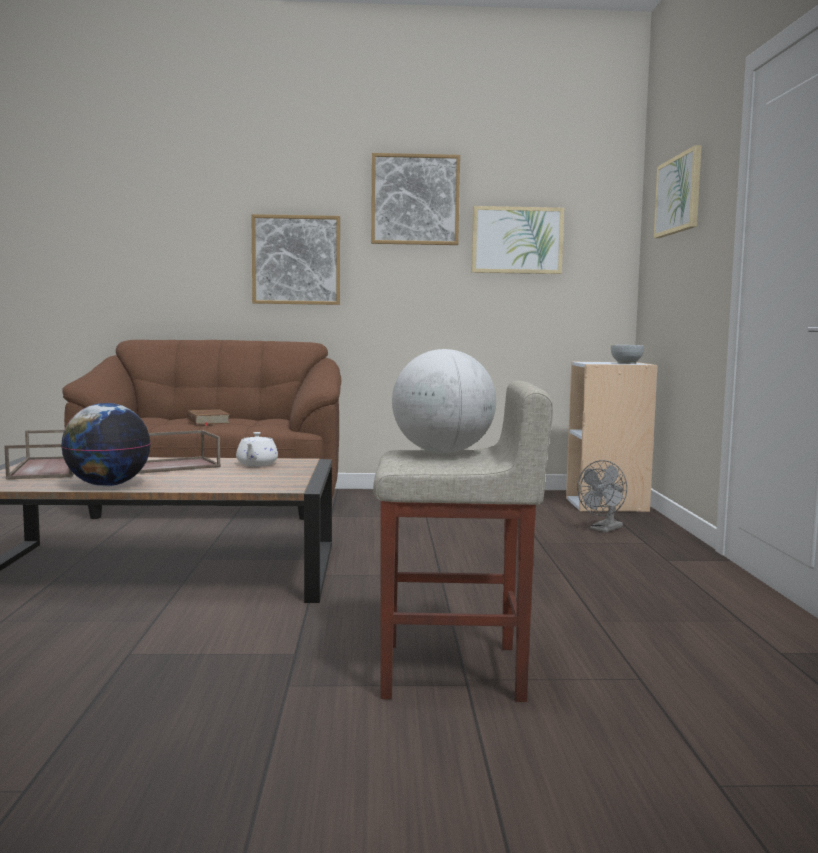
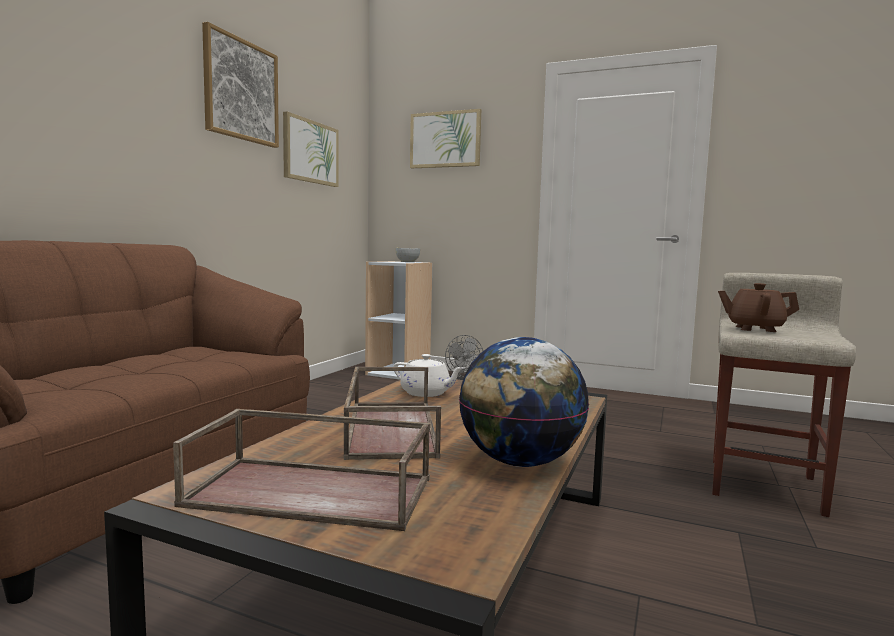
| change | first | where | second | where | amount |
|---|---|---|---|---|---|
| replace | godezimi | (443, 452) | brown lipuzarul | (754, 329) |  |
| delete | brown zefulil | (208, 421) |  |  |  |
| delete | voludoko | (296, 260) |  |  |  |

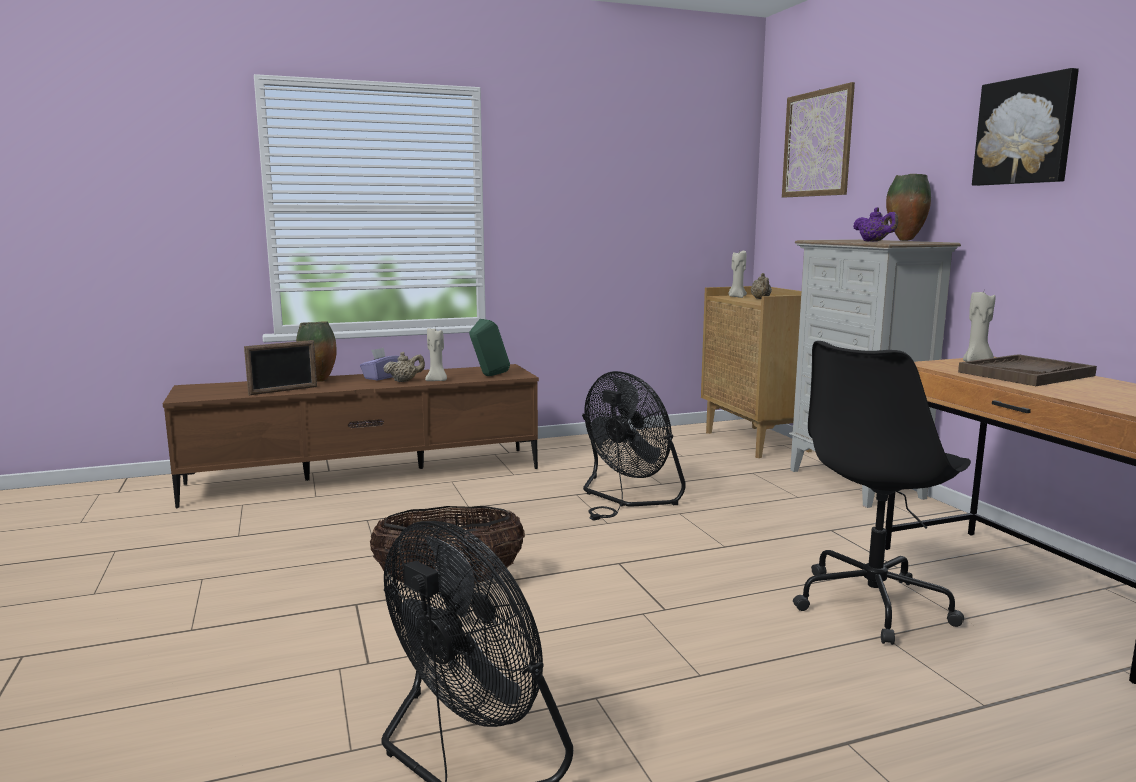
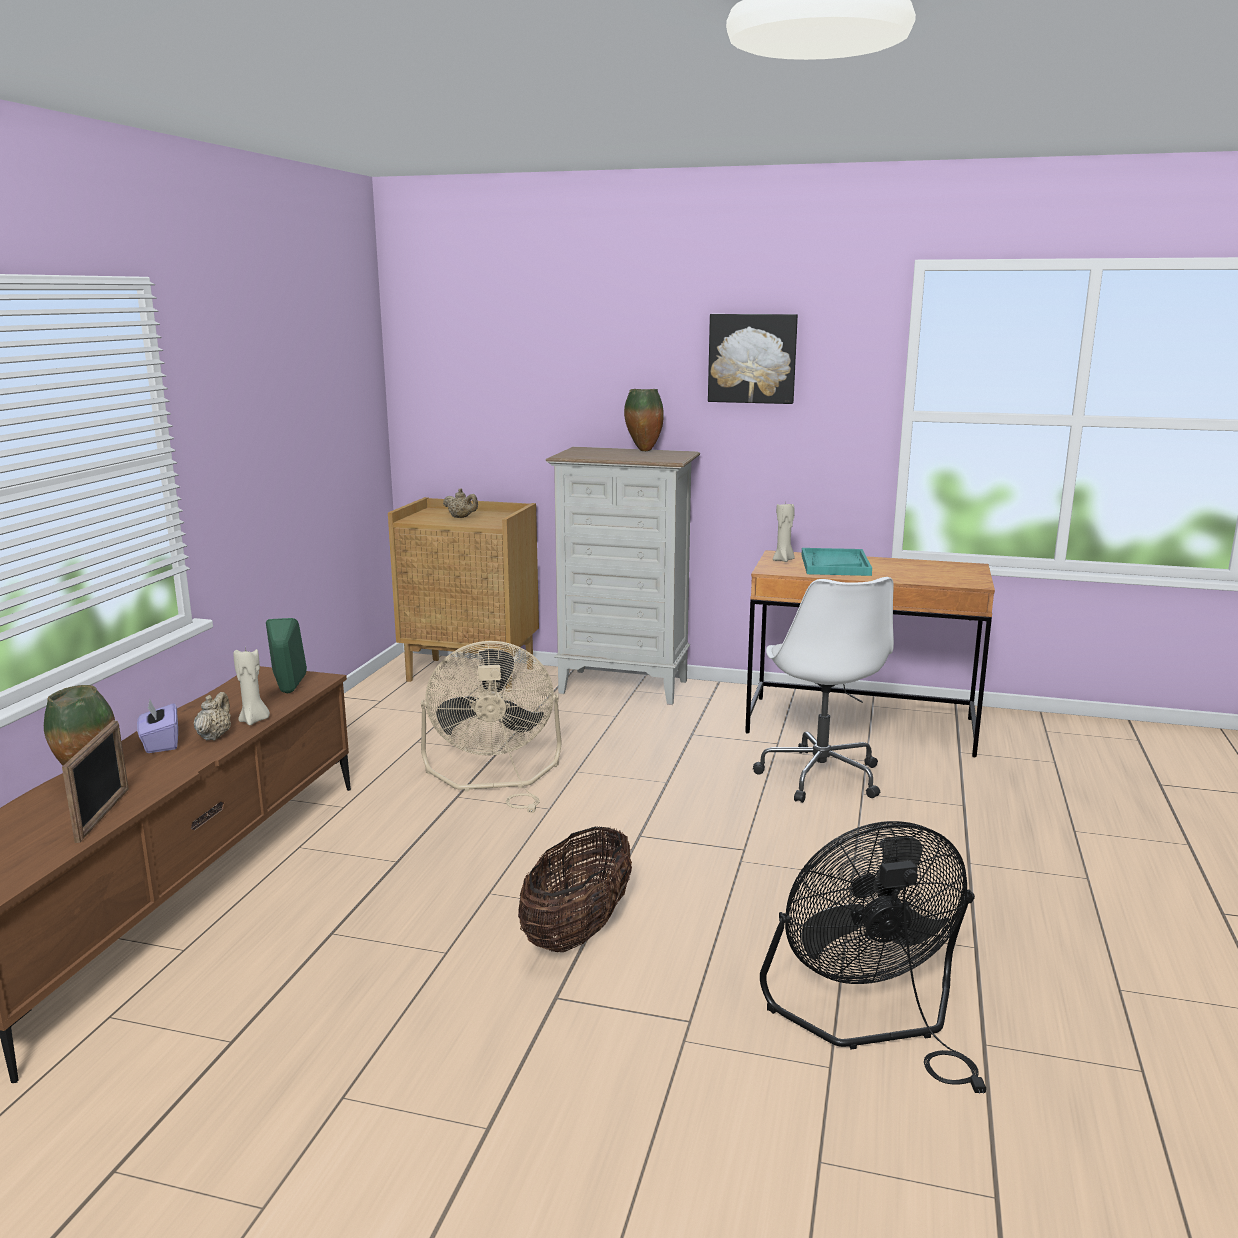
| change | first | where | second | where | amount |
|---|---|---|---|---|---|
| recolor | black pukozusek | (620, 497) | beige pukozusek | (498, 780) |  |
| recolor | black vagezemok | (869, 607) | white vagezemok | (821, 779) |  |
| recolor | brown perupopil | (1025, 374) | turquoise perupopil | (835, 565) |  |
| delete | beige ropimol | (736, 297) |  |  |  |
| delete | voludoko | (817, 142) |  |  |  |
| delete | purple lipuzarul | (874, 241) |  |  |  |

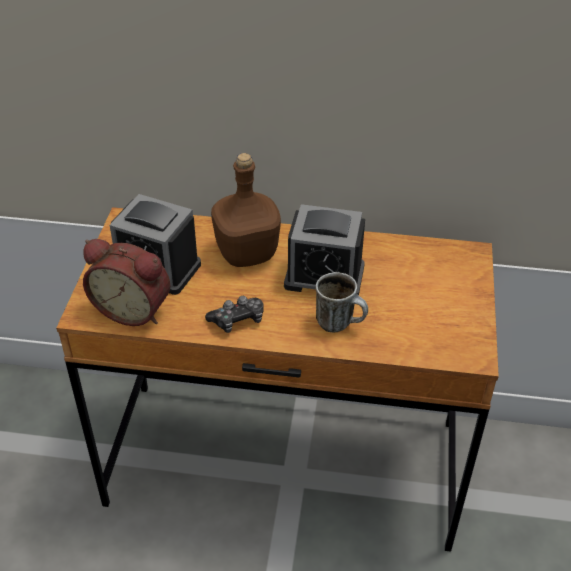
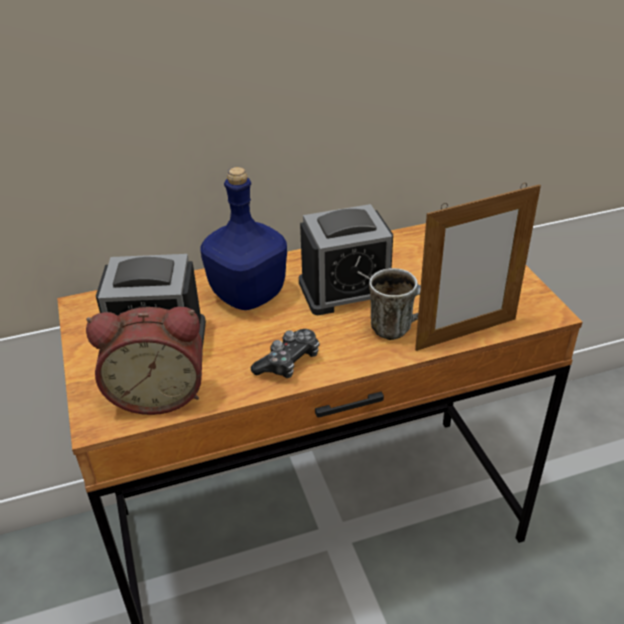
| change | first | where | second | where | amount |
|---|---|---|---|---|---|
| recolor | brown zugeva | (245, 254) | blue zugeva | (247, 296) |  |
| insert |  |  | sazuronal | (466, 334) |  |

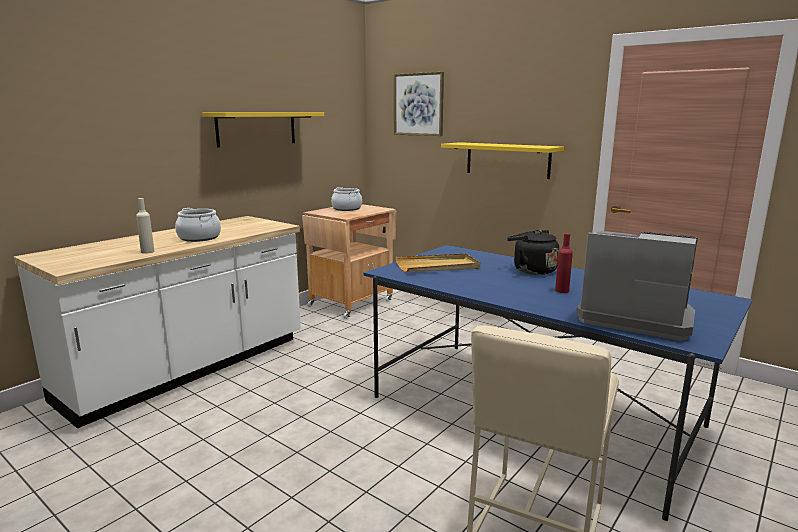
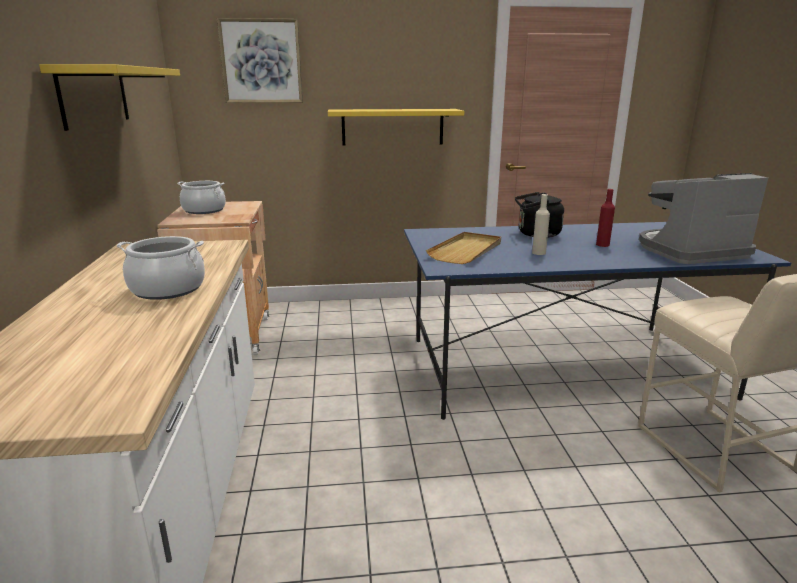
| change | first | where | second | where | amount |
|---|---|---|---|---|---|
| move | beige zugeva | (147, 251) |  | (539, 253) |  |

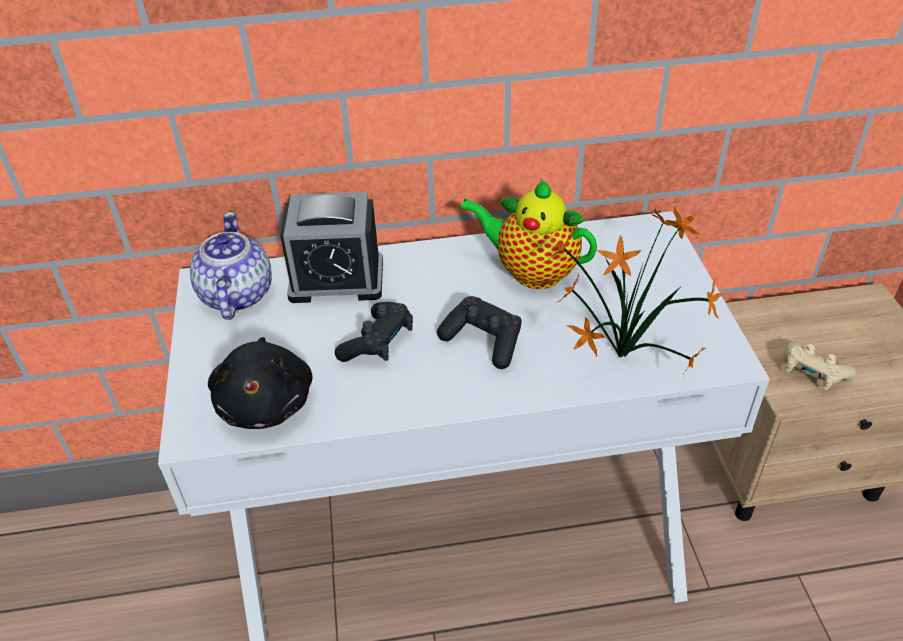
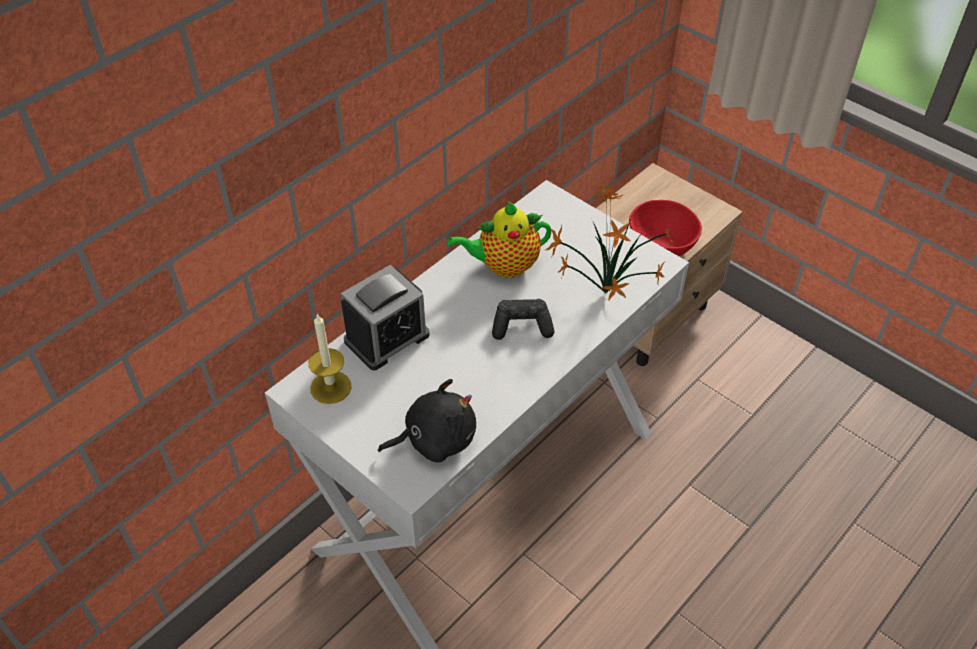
| change | first | where | second | where | amount |
|---|---|---|---|---|---|
| replace | lipuzarul | (235, 295) | ropimol | (331, 387) |  |
| rotate | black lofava | (267, 402) |  | (435, 439) | 60 degrees counterclockwise |
| replace | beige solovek | (812, 373) | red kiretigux | (661, 245) |  |
| delete | black solovek | (378, 343) |  |  |  |

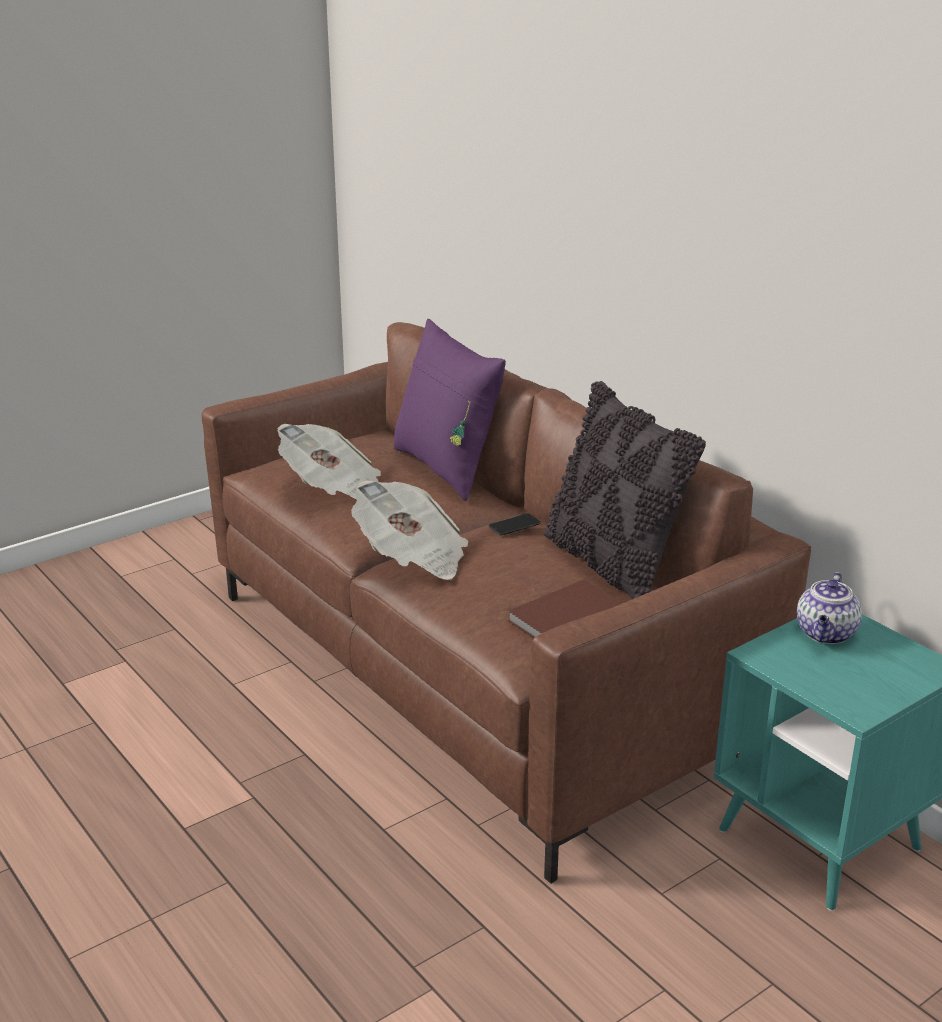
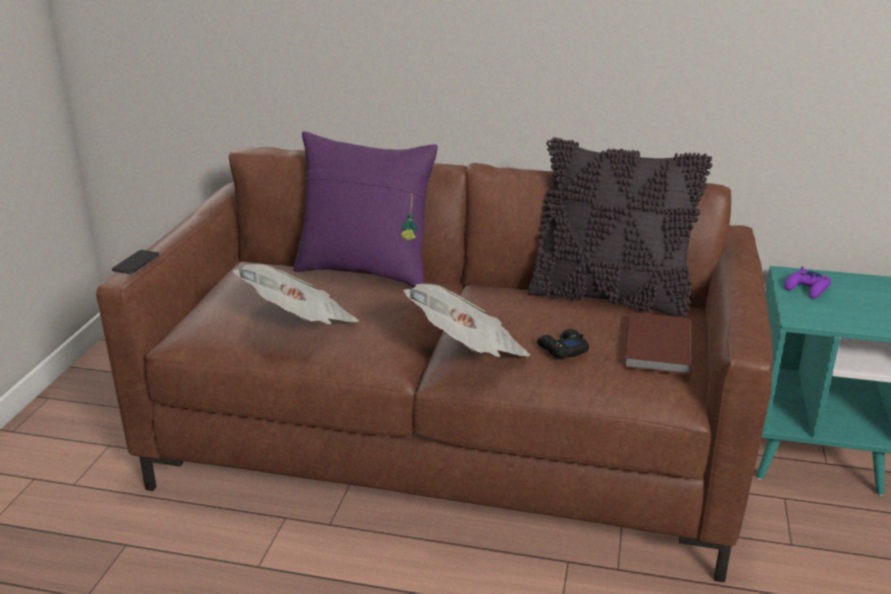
| change | first | where | second | where | amount |
|---|---|---|---|---|---|
| move | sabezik | (514, 525) |  | (136, 263) |  |
| insert |  |  | black solovek | (562, 349) |  |
| replace | lipuzarul | (826, 634) | purple solovek | (807, 289) |  |

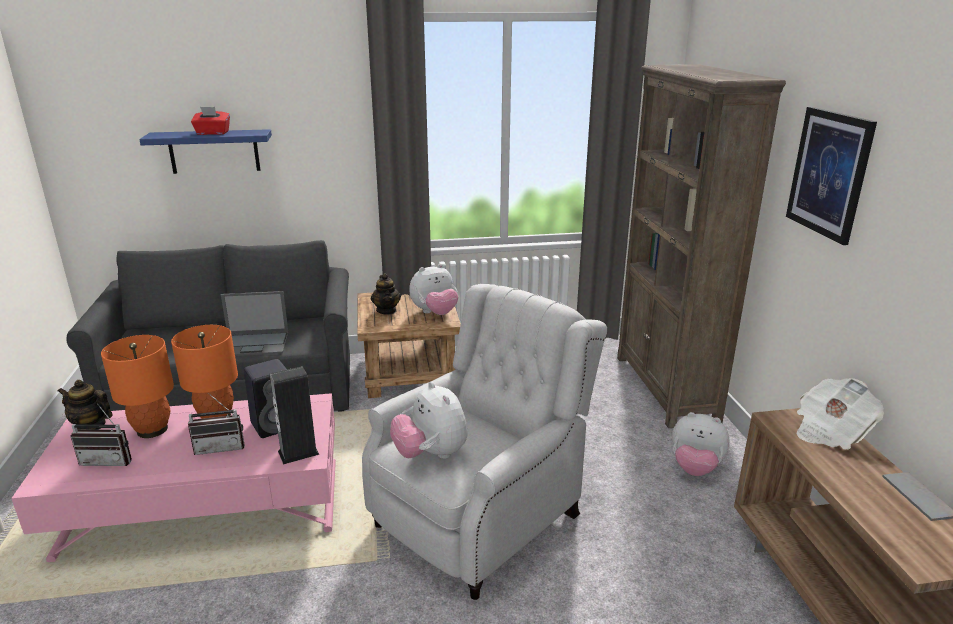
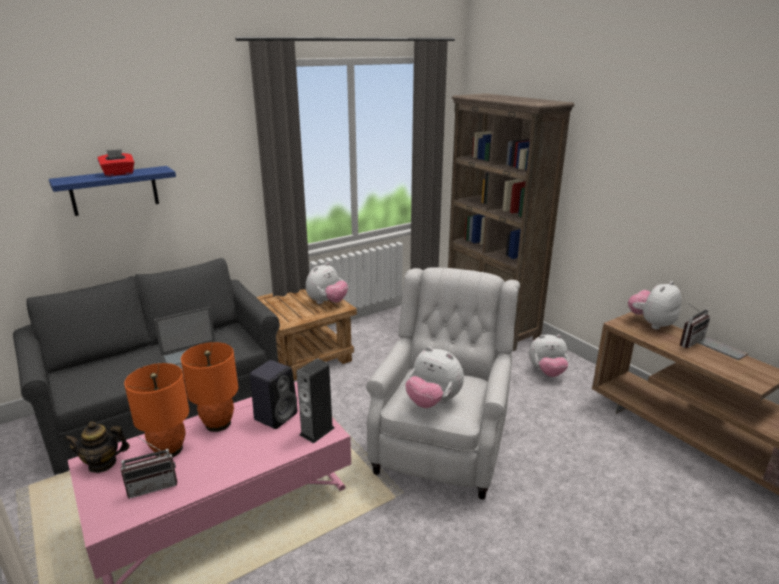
| change | first | where | second | where | amount |
|---|---|---|---|---|---|
| replace | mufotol | (830, 431) | lofava | (651, 323) |  |
| move | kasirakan | (221, 446) |  | (687, 340) |  |
| delete | lipuzarul | (387, 310) |  |  |  |
| delete | voludoko | (829, 173) |  |  |  |

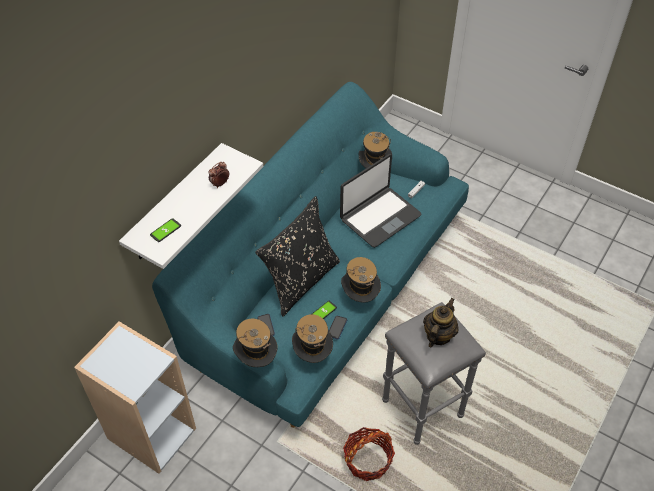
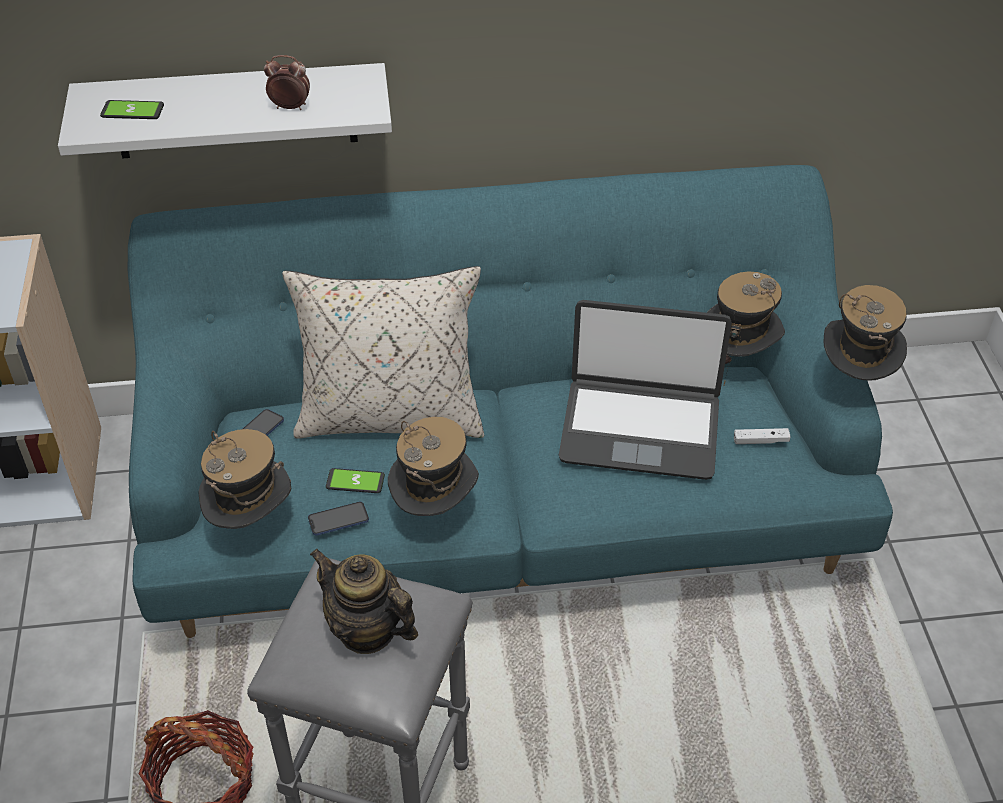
| change | first | where | second | where | amount |
|---|---|---|---|---|---|
| recolor | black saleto | (300, 281) | beige saleto | (390, 415) |  |
| rotate | lipuzarul | (438, 335) |  | (367, 630) | 135 degrees counterclockwise |
| move | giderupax | (256, 360) |  | (855, 379) |  |

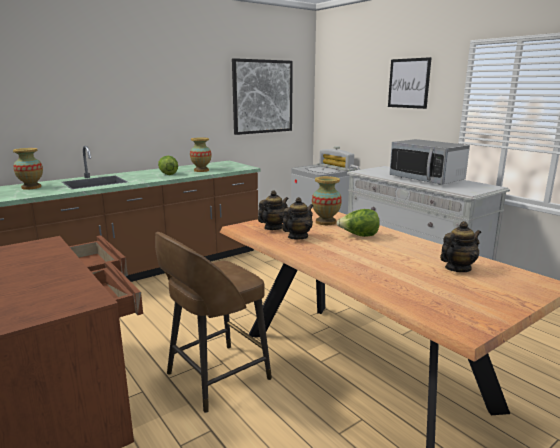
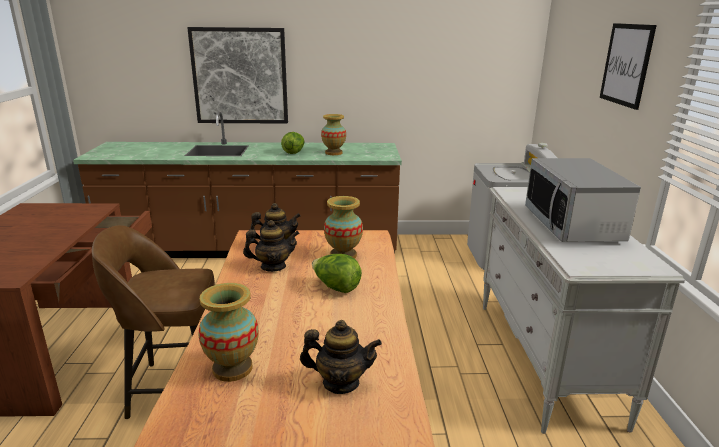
| change | first | where | second | where | amount |
|---|---|---|---|---|---|
| move | voludoko | (262, 96) |  | (240, 76) |  |
| move | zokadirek | (31, 187) |  | (233, 368) |  |

